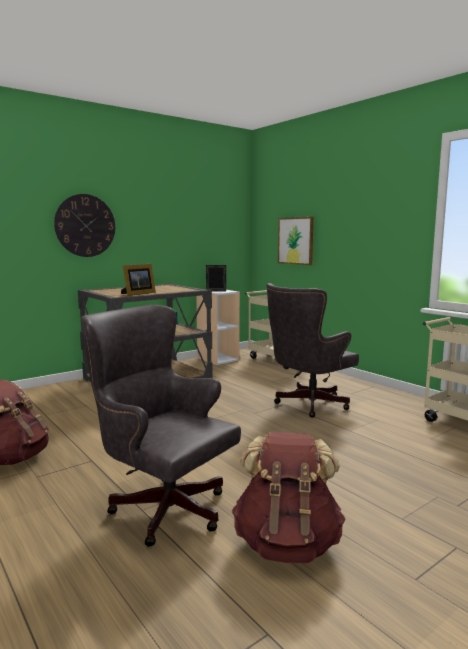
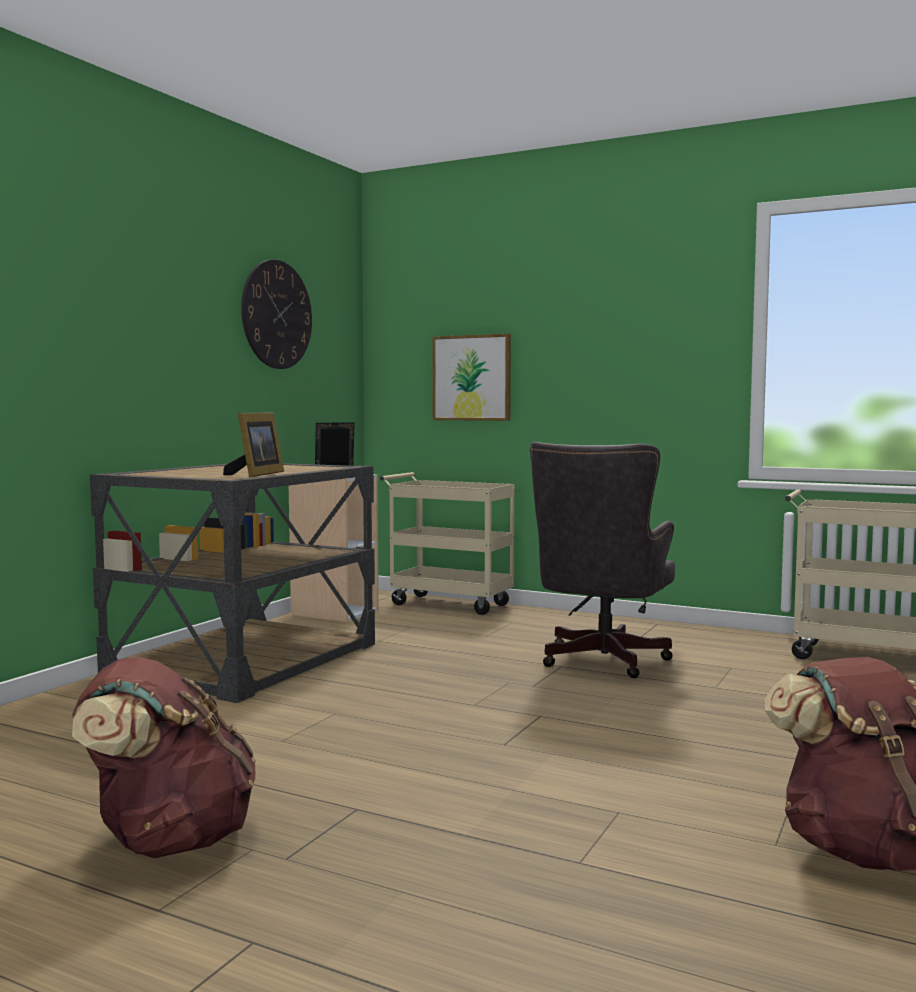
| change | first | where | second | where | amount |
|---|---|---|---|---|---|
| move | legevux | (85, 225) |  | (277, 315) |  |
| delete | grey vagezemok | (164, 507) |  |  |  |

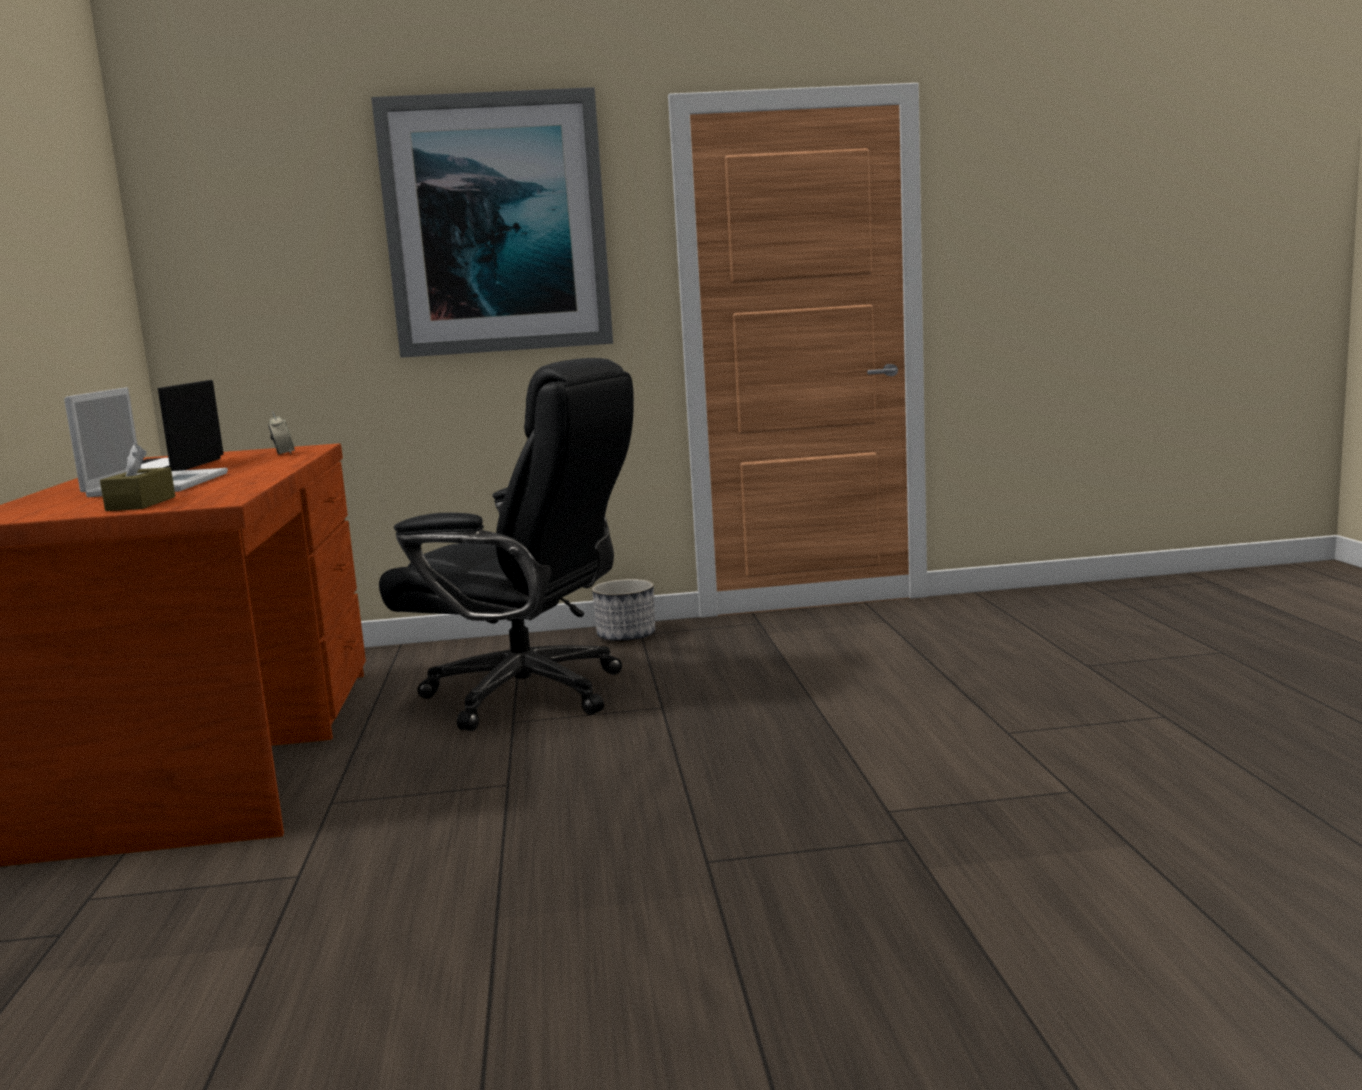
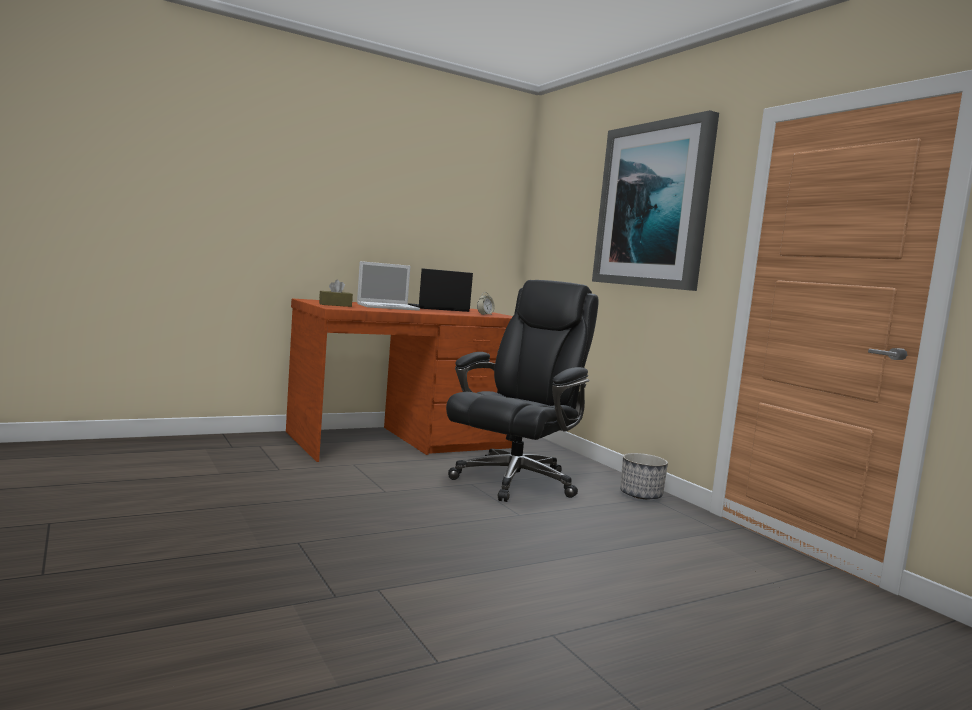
| change | first | where | second | where | amount |
|---|---|---|---|---|---|
| rotate | black vagezemok | (525, 694) |  | (514, 482) | 150 degrees counterclockwise |

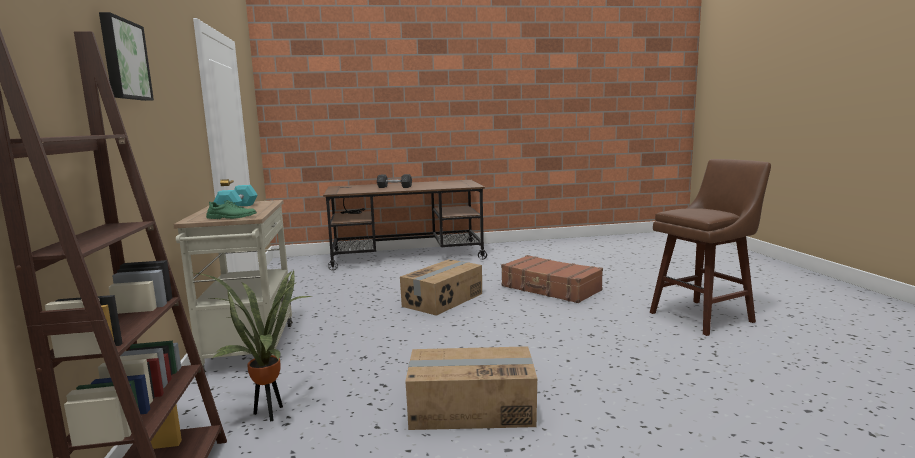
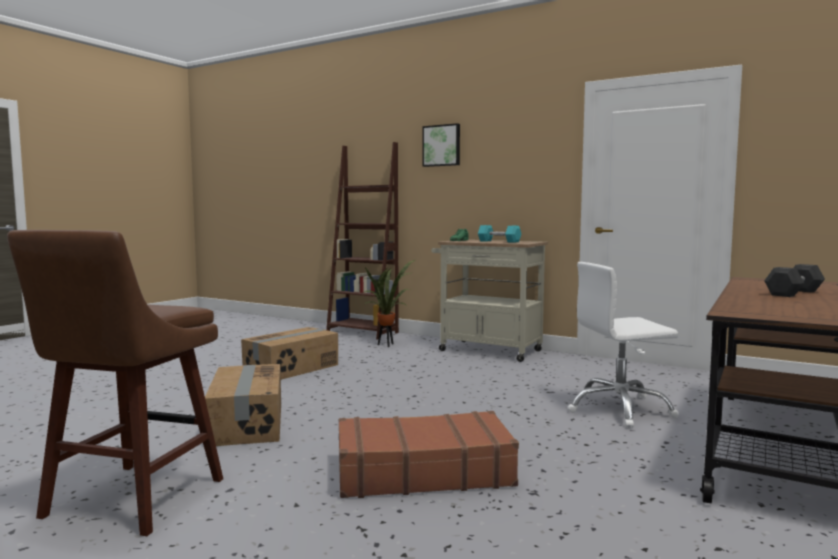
| change | first | where | second | where | amount |
|---|---|---|---|---|---|
| move | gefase | (443, 300) |  | (246, 423) |  |
| insert |  |  | white vagezemok | (619, 409) |  |

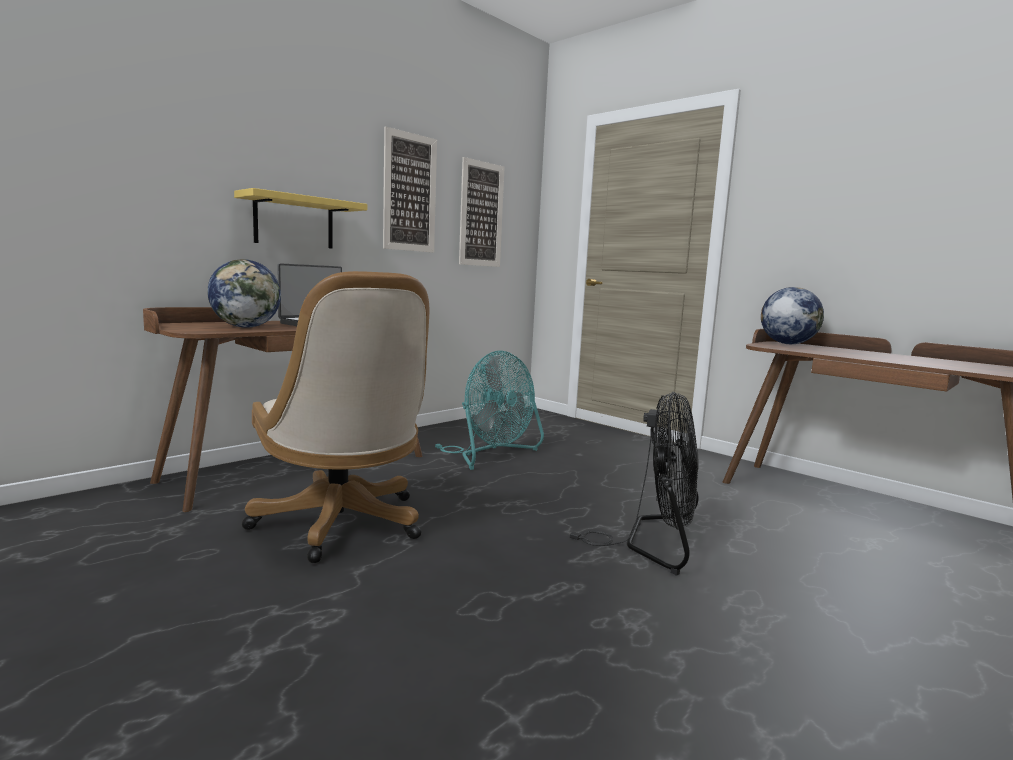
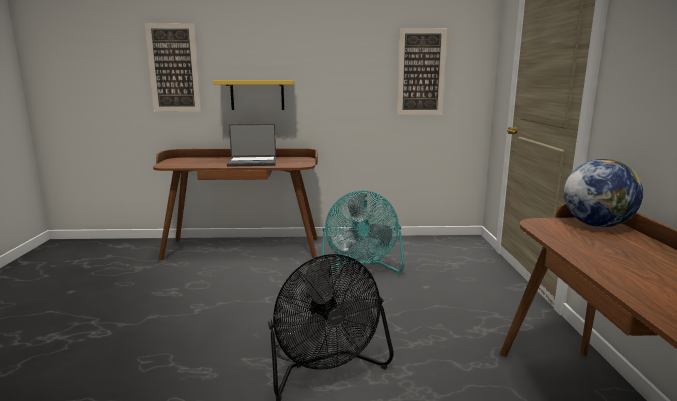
| change | first | where | second | where | amount |
|---|---|---|---|---|---|
| move | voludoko | (409, 193) |  | (173, 68) |  |
| delete | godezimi | (246, 327) |  |  |  |
| delete | vagezemok | (344, 527) |  |  |  |

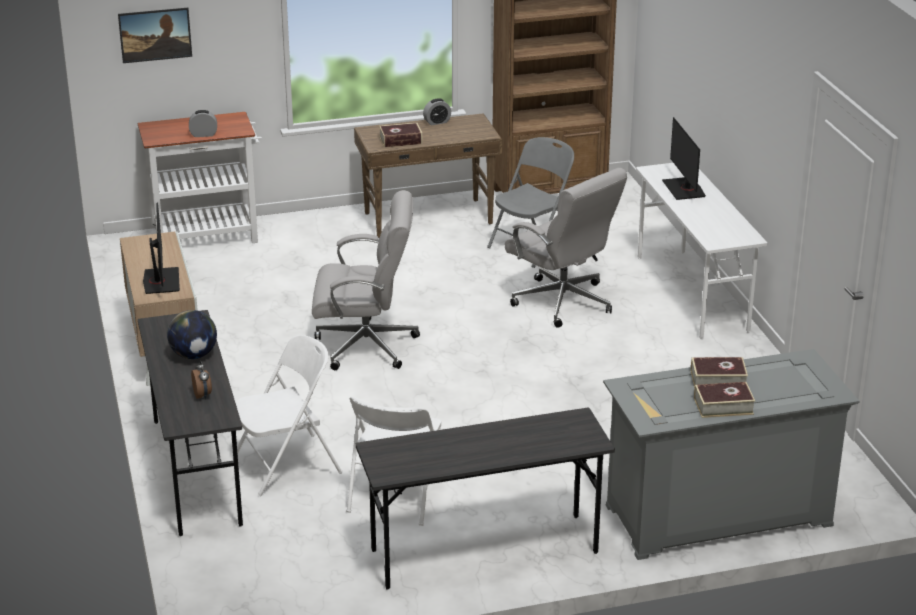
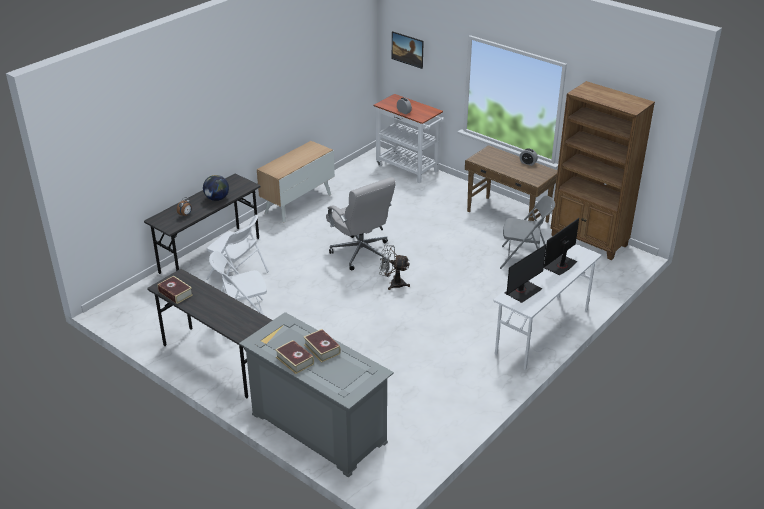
| change | first | where | second | where | amount |
|---|---|---|---|---|---|
| move | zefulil | (400, 140) |  | (175, 293) |  |
| insert |  |  | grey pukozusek | (393, 283) |  |
| move | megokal | (161, 281) |  | (522, 291) |  |
| delete | grey vagezemok | (562, 301) |  |  |  |

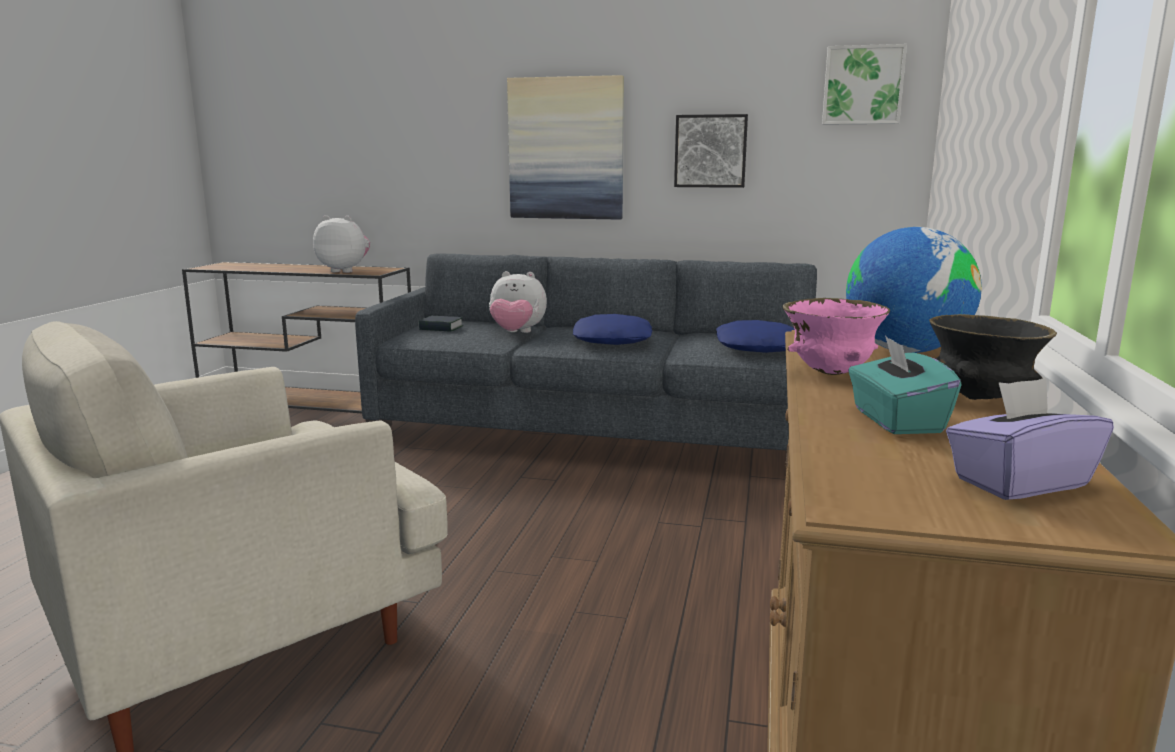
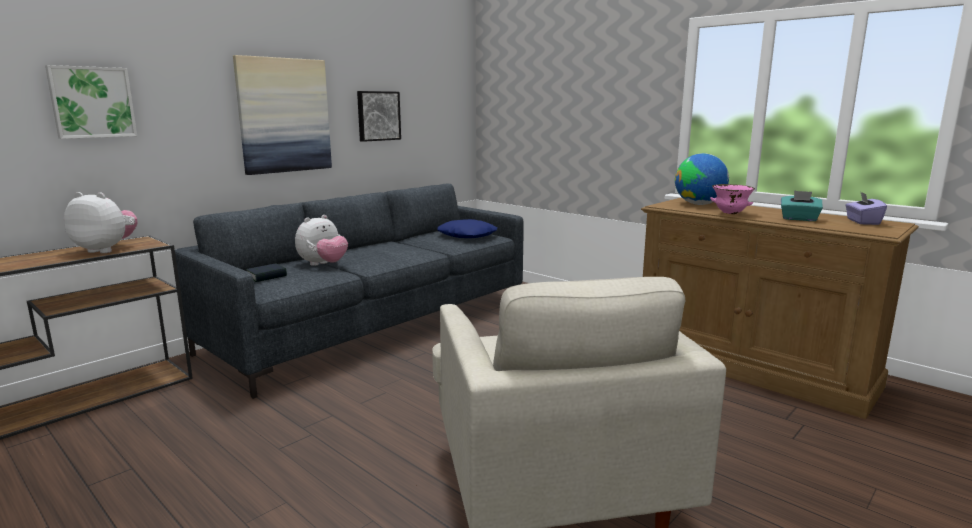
| change | first | where | second | where | amount |
|---|---|---|---|---|---|
| move | voludoko | (862, 85) |  | (92, 102) |  |
| rotate | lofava | (345, 271) |  | (106, 250) | 60 degrees clockwise |
| delete | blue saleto | (613, 340) |  |  |  |
| delete | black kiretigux | (980, 398) |  |  |  |

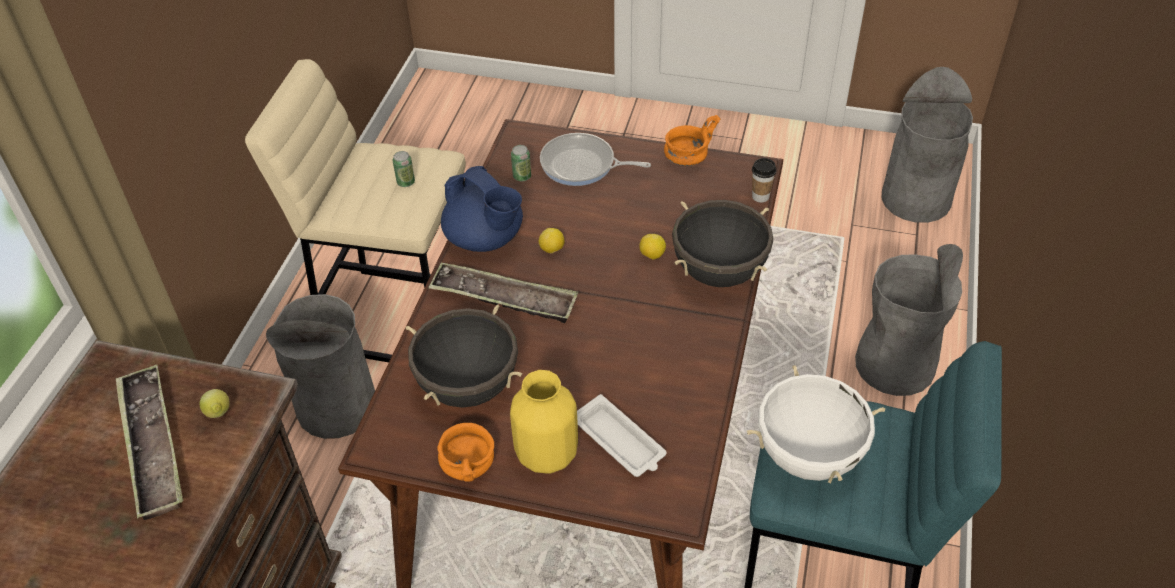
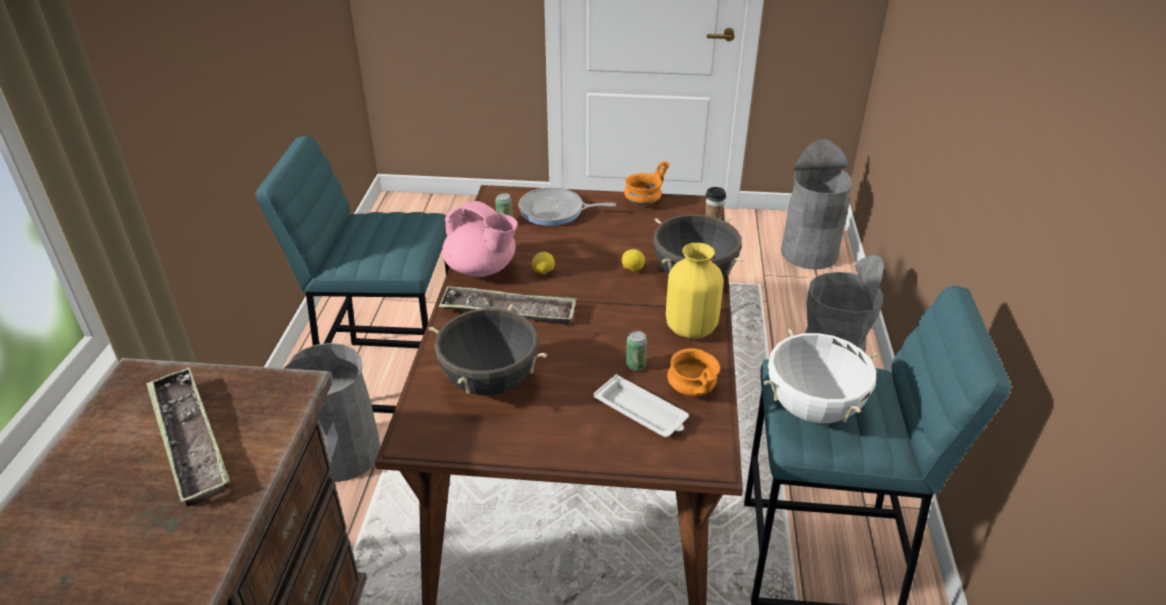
| change | first | where | second | where | amount |
|---|---|---|---|---|---|
| recolor | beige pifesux | (397, 318) | turquoise pifesux | (389, 377) |  |
| recolor | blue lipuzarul | (485, 238) | pink lipuzarul | (482, 269) |  |
| move | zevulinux | (406, 182) |  | (635, 365) |  |
| move | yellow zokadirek | (547, 454) |  | (691, 328) |  |
| move | orange kiretigux | (469, 467) |  | (693, 389) |  |
| delete | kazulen | (219, 414) |  |  |  |

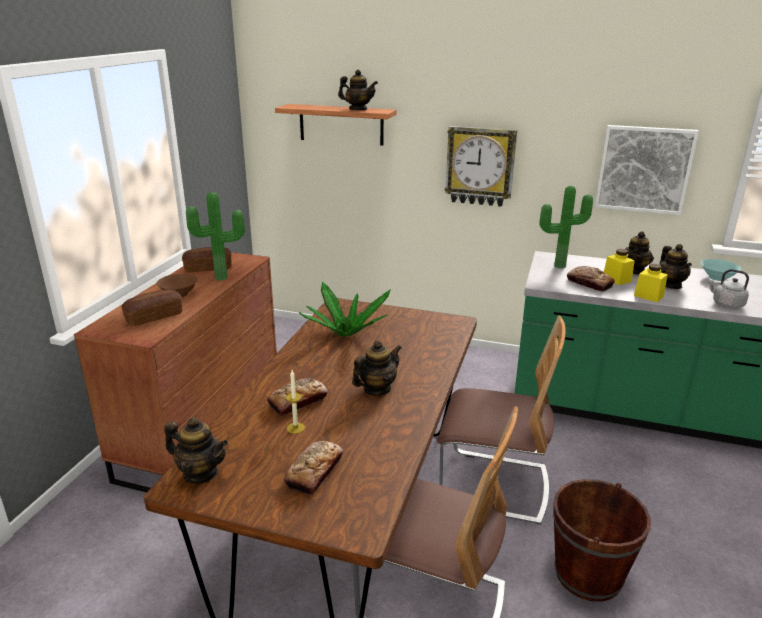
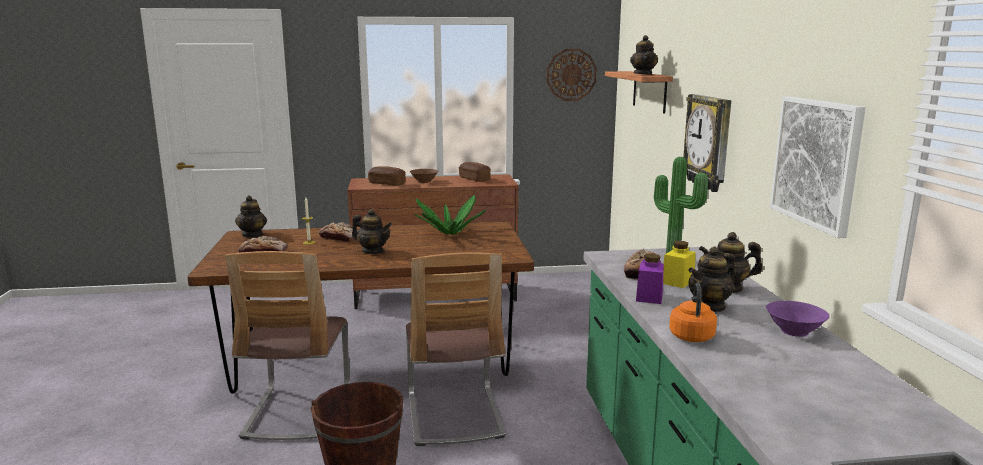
| change | first | where | second | where | amount |
|---|---|---|---|---|---|
| insert |  |  | legevux | (571, 74) |  |
| recolor | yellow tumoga | (648, 296) | purple tumoga | (649, 297) |  |
| recolor | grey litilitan | (726, 304) | orange litilitan | (691, 335) |  |
| recolor | turquoise kiretigux | (717, 278) | purple kiretigux | (794, 331) |  |
| delete | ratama | (222, 279) |  |  |  |

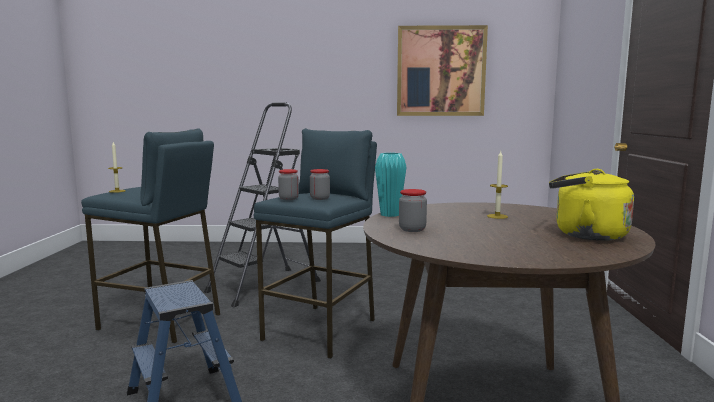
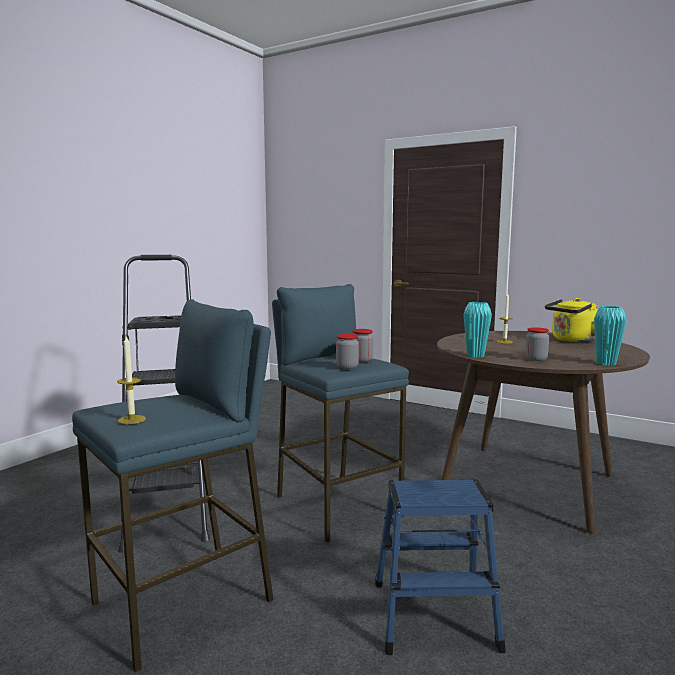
| change | first | where | second | where | amount |
|---|---|---|---|---|---|
| insert |  |  | turquoise zokadirek | (606, 363) |  |
| delete | voludoko | (441, 71) |  |  |  |

